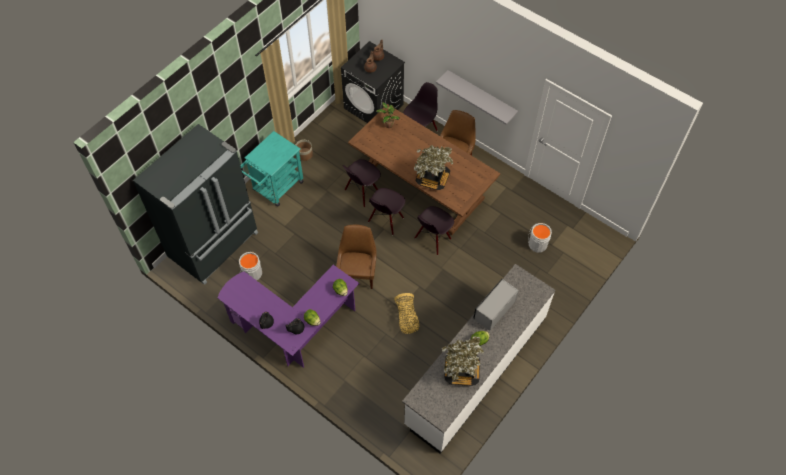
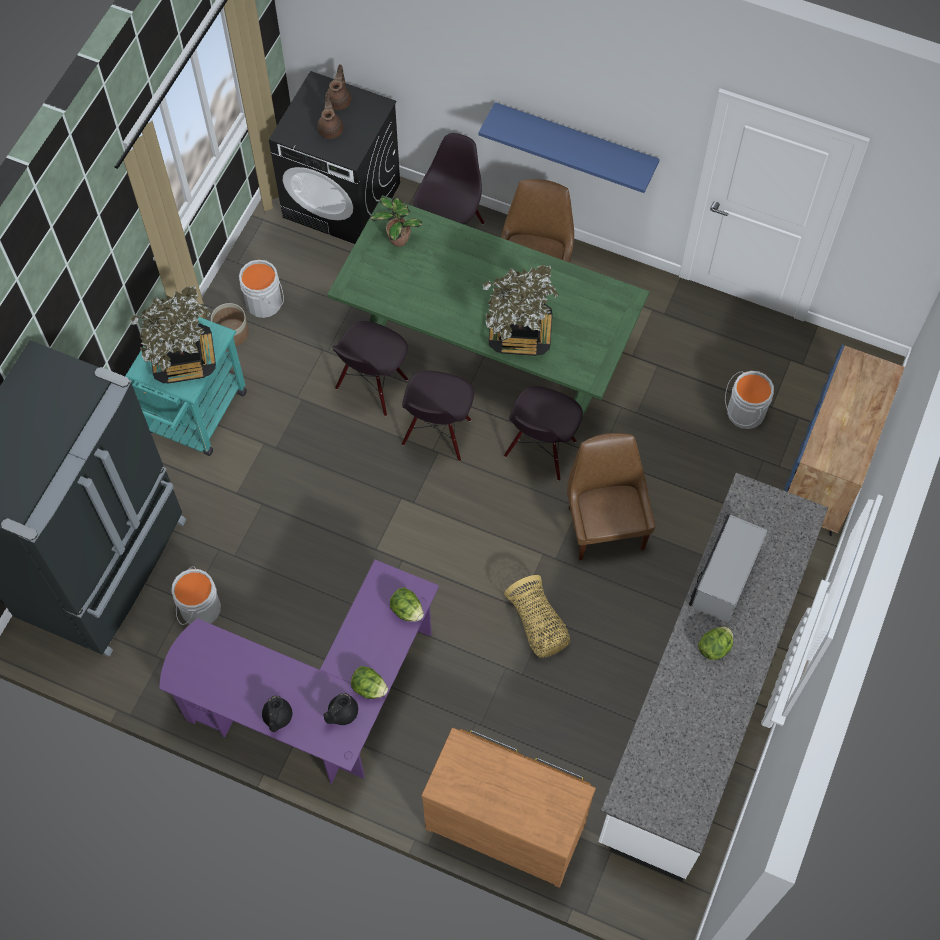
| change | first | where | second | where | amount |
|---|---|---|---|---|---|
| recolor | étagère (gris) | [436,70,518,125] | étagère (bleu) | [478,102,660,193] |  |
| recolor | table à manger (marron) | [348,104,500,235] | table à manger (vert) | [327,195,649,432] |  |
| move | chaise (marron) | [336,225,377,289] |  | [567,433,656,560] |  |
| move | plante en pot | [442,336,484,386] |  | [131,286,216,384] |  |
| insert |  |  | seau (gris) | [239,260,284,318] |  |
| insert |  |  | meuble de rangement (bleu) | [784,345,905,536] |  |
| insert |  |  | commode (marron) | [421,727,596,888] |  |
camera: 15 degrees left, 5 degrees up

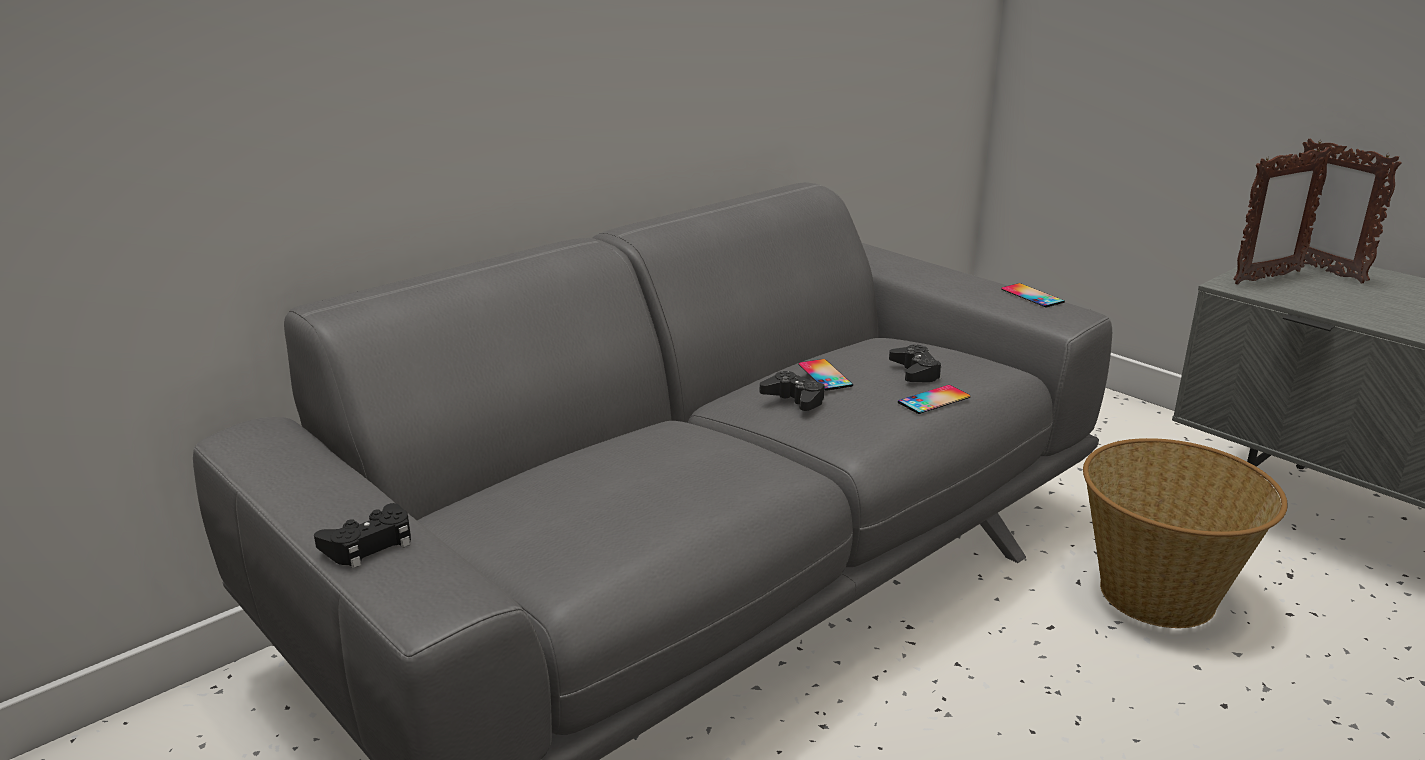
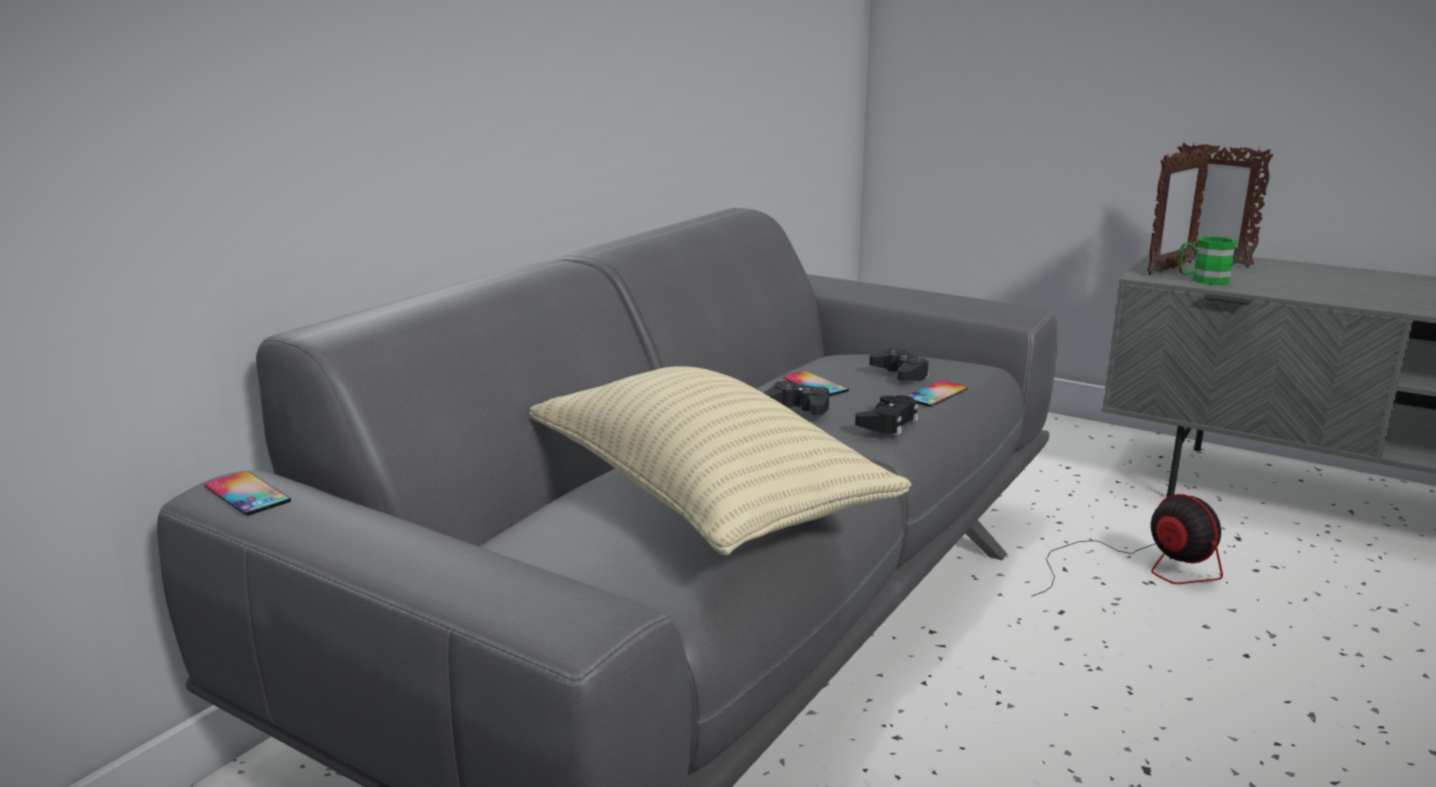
| change | first | where | second | where | amount |
|---|---|---|---|---|---|
| move | téléphone | [1001,283,1065,307] |  | [204,471,291,515] |  |
| replace | panier | [1083,438,1288,628] | ventilateur | [1032,494,1223,596] |  |
| move | manette (noir) | [314,503,411,568] |  | [855,395,918,435] |  |
| insert |  |  | mug (vert) | [1178,236,1236,285] |  |
| insert |  |  | coussin (beige) | [530,366,912,555] |  |
camera: 15 degrees left, 5 degrees down

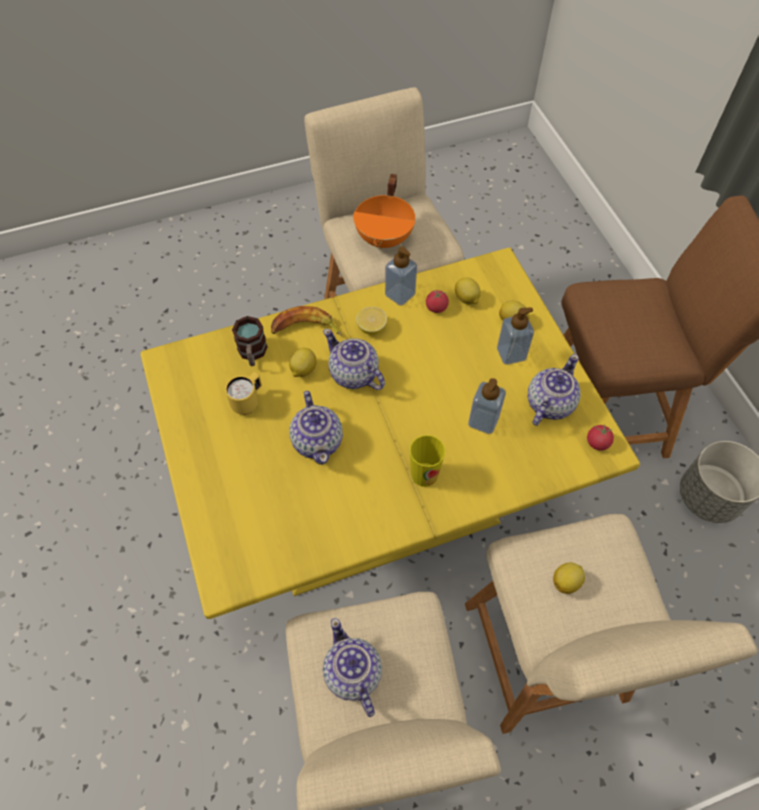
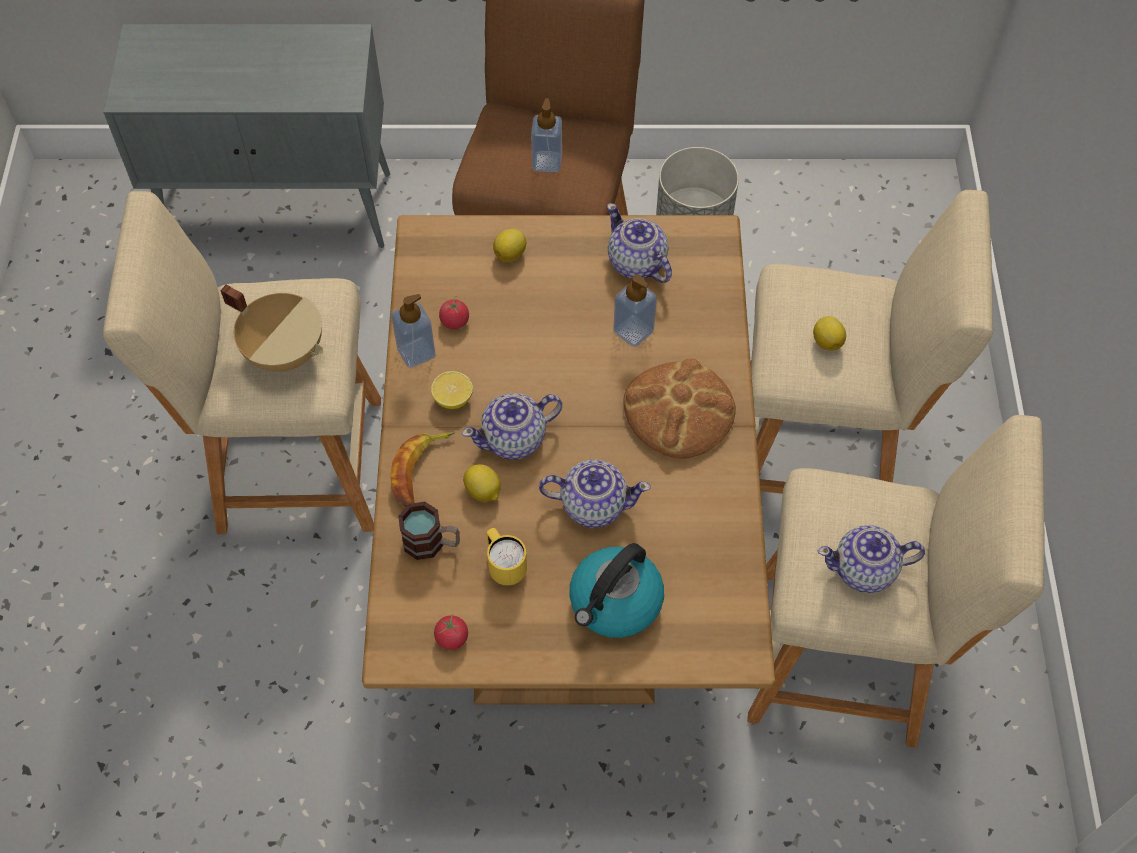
| change | first | where | second | where | amount |
|---|---|---|---|---|---|
| recolor | marmite (orange) | [353,174,415,249] | marmite (beige) | [220,284,323,372] |  |
| recolor | table à manger (jaune) | [140,248,640,619] | table à manger (marron) | [362,215,775,705] |  |
| delete | citron | [455,277,481,304] |  |  |  |
| move | distributeur de savon | [497,307,534,365] |  | [531,98,562,173] |  |
| move | tomate | [587,424,614,451] |  | [434,614,468,650] |  |
| replace | tasse | [410,435,445,487] | pain | [623,358,736,459] |  |
| insert |  |  | meuble de rangement (gris) | [103,24,390,248] |  |
| insert |  |  | bouilloire | [569,543,664,638] |  |
camera: 70 degrees left, 0 degrees up

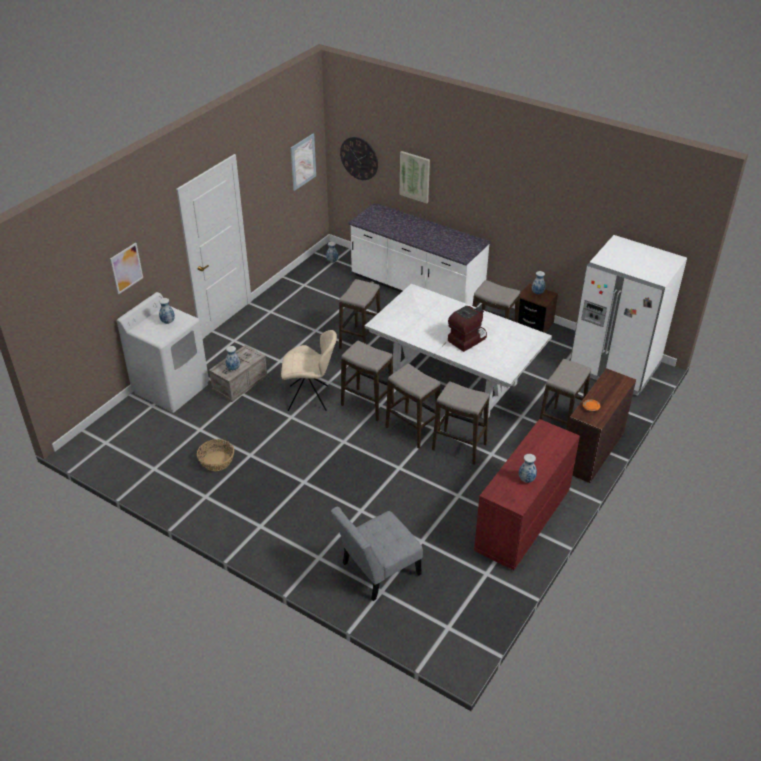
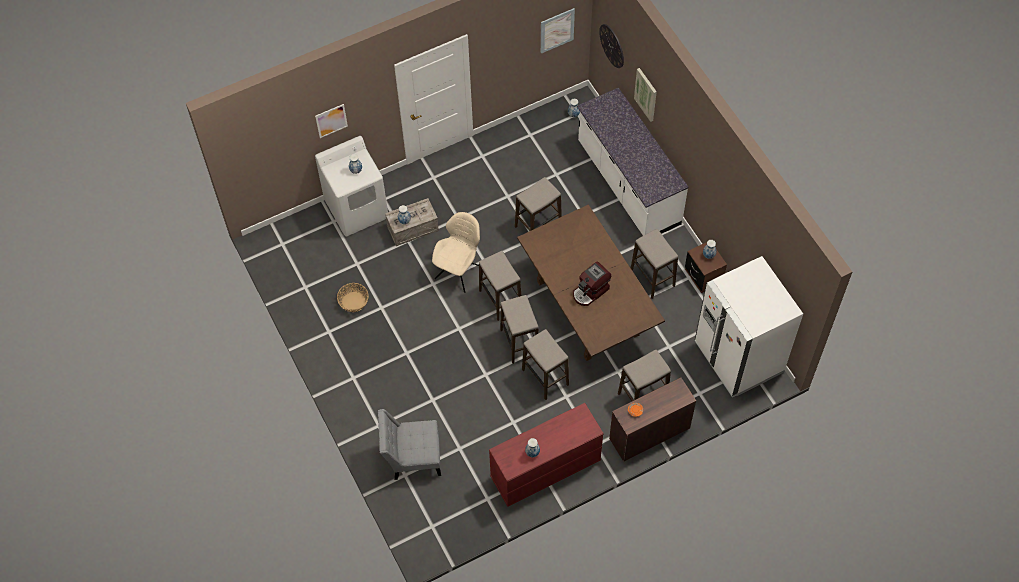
| change | first | where | second | where | amount |
|---|---|---|---|---|---|
| recolor | table à manger (blanc) | [365,284,552,418] | table à manger (marron) | [517,204,665,361] |  |
| rotate | machine à café | [448,306,487,352] |  | [573,261,611,306] | 150 degrees clockwise |
| rotate | chaise (beige) | [281,330,337,411] |  | [432,212,480,293] | 90 degrees counterclockwise |
camera: 30 degrees right, 20 degrees up

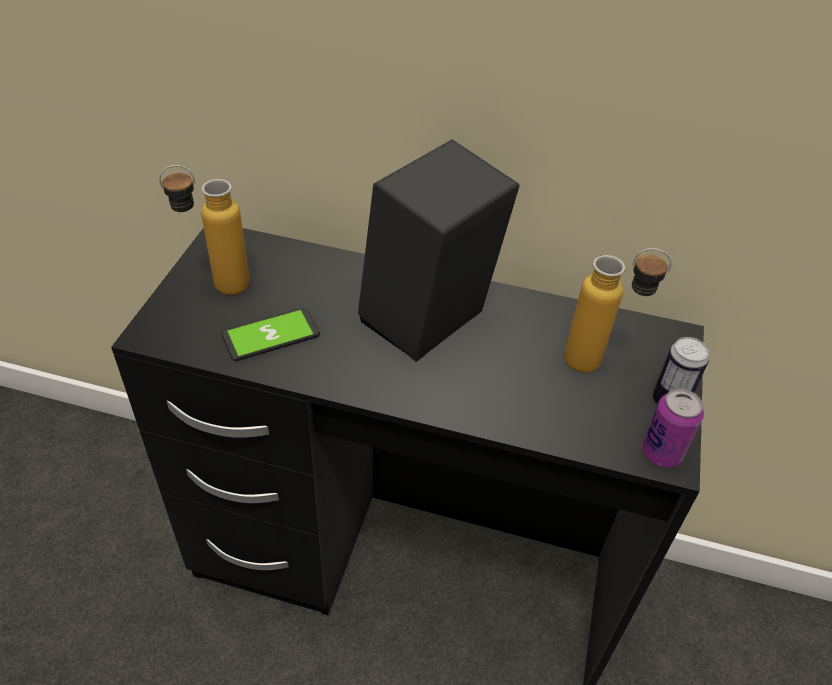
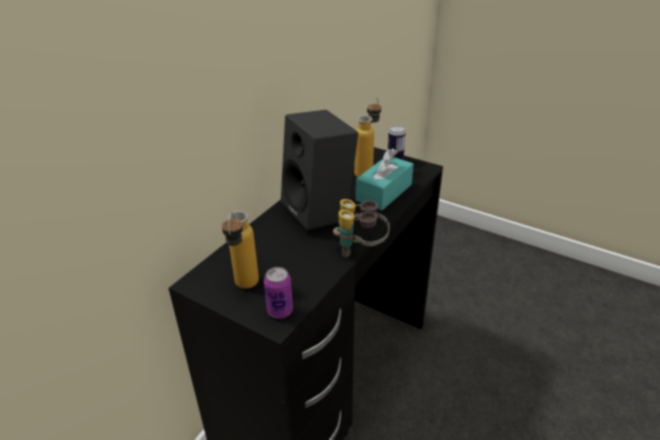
| change | first | where | second | where | amount |
|---|---|---|---|---|---|
| delete | téléphone | [222,308,320,361] |  |  |  |
| move | boîte métallique | [642,388,704,468] |  | [264,267,293,319] |  |
| insert |  |  | boîte à mouchoirs (turquoise) | [356,148,413,211] |  |
| insert |  |  | jumelles | [333,199,389,258] |  |
camera: 70 degrees left, 10 degrees down

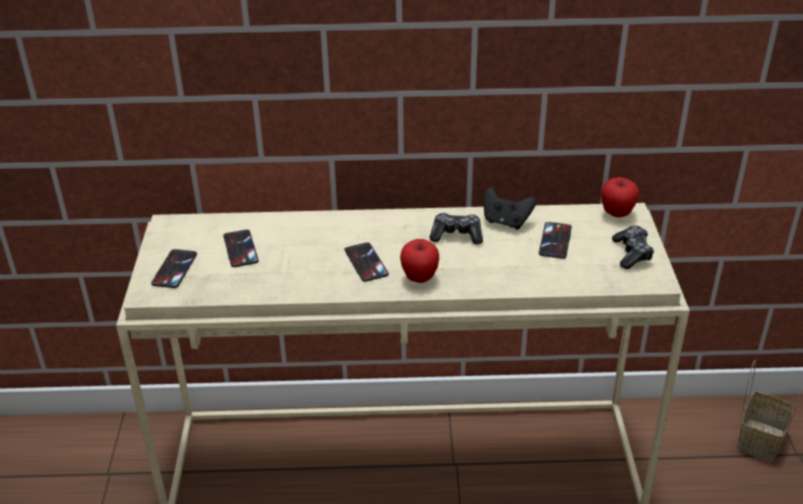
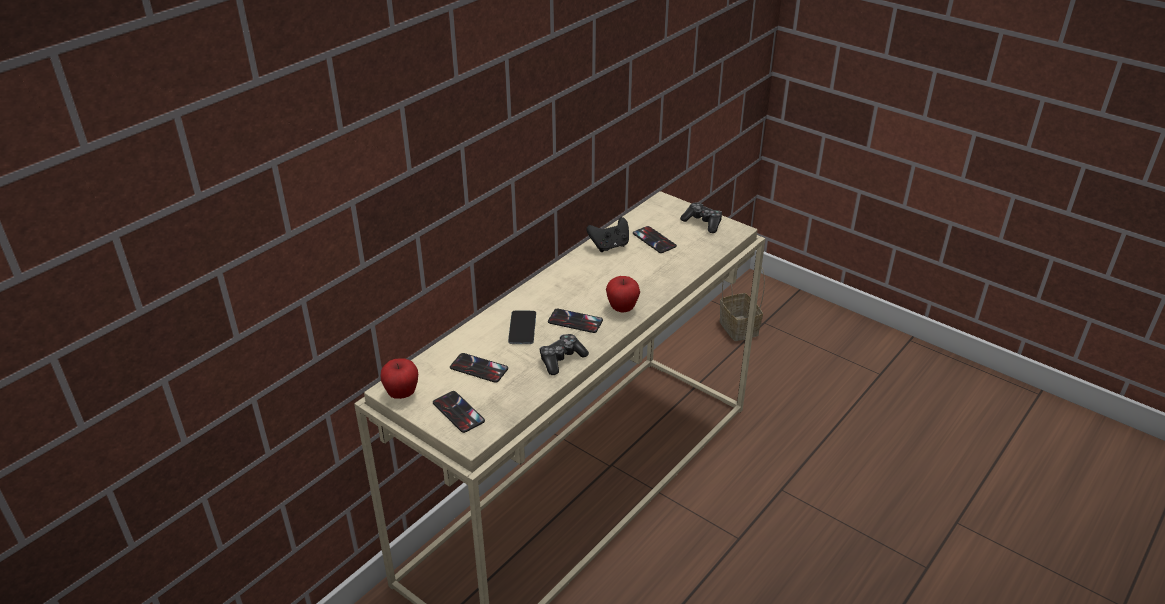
| change | first | where | second | where | amount |
|---|---|---|---|---|---|
| move | pomme | [601,177,639,217] |  | [381,358,418,399] |  |
| move | manette | [429,213,483,245] |  | [539,334,589,375] |  |
| insert |  |  | téléphone | [508,310,536,344] |  |
camera: 50 degrees left, 0 degrees up

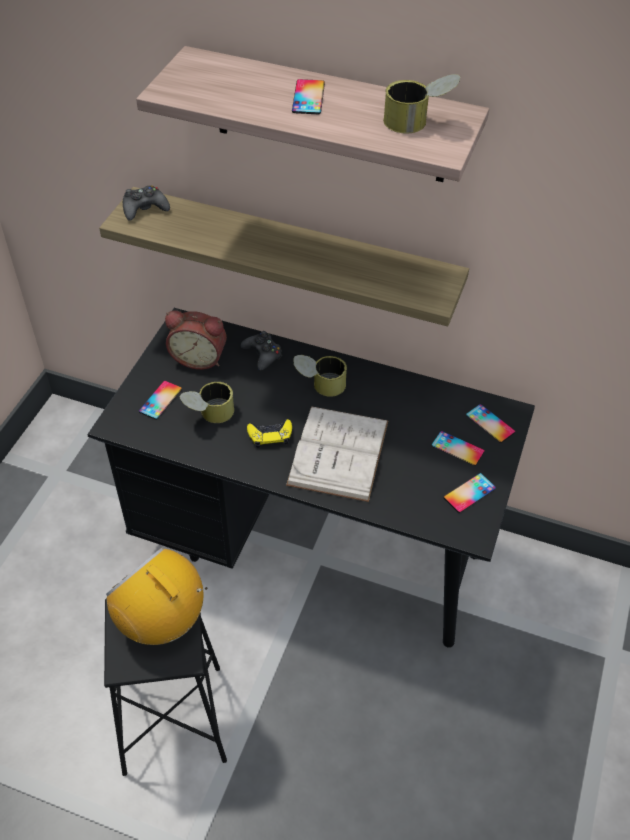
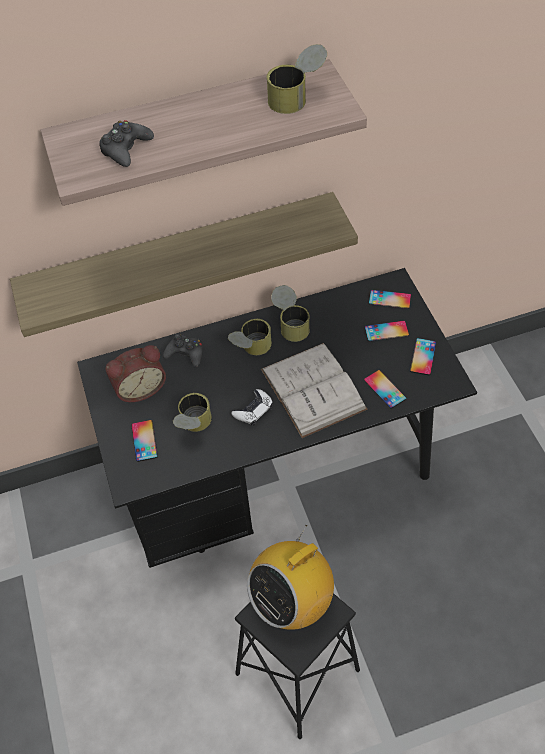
| change | first | where | second | where | amount |
|---|---|---|---|---|---|
| move | téléphone | [292,79,325,114] |  | [364,370,406,409] |  |
| move | manette (noir) | [123,185,170,221] |  | [99,120,154,167] |  |
| recolor | manette (jaune) | [247,419,292,448] | manette (blanc) | [232,389,273,426] |  |
| rotate | radio | [106,548,208,645] |  | [247,525,334,630] | 45 degrees counterclockwise |
| insert |  |  | boîte métallique | [271,285,310,342] |  |
camera: 35 degrees left, 5 degrees up

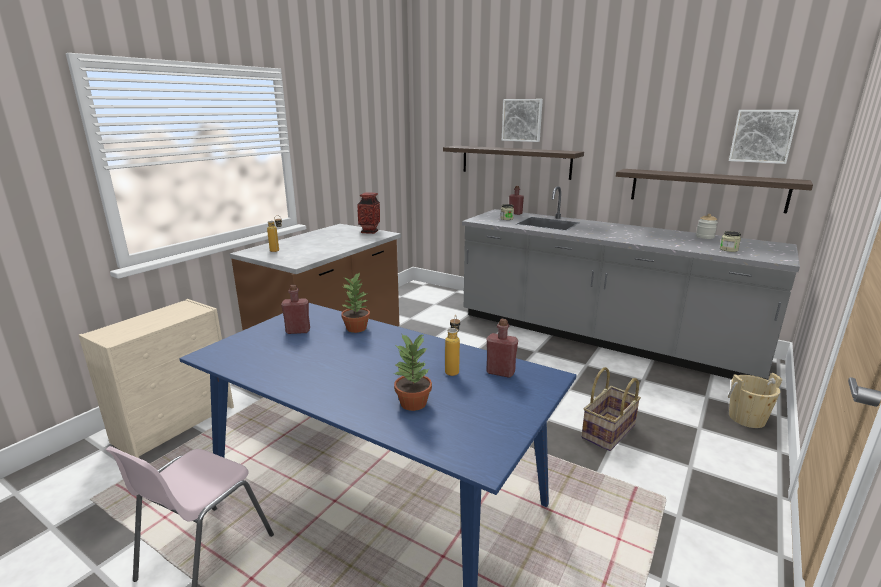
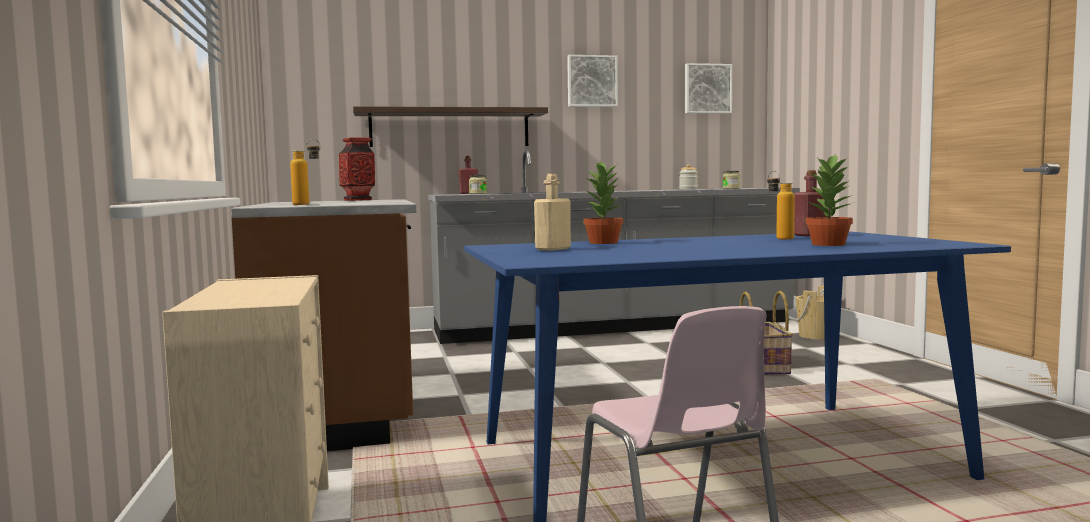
| change | first | where | second | where | amount |
|---|---|---|---|---|---|
| move | tableau | [502,99,543,142] |  | [567,55,618,107] |  |
| delete | étagère | [616,169,813,213] |  |  |  |
| recolor | bouteille (rouge) | [281,285,310,334] | bouteille (beige) | [534,174,571,251] |  |
camera: 45 degrees left, 15 degrees down

